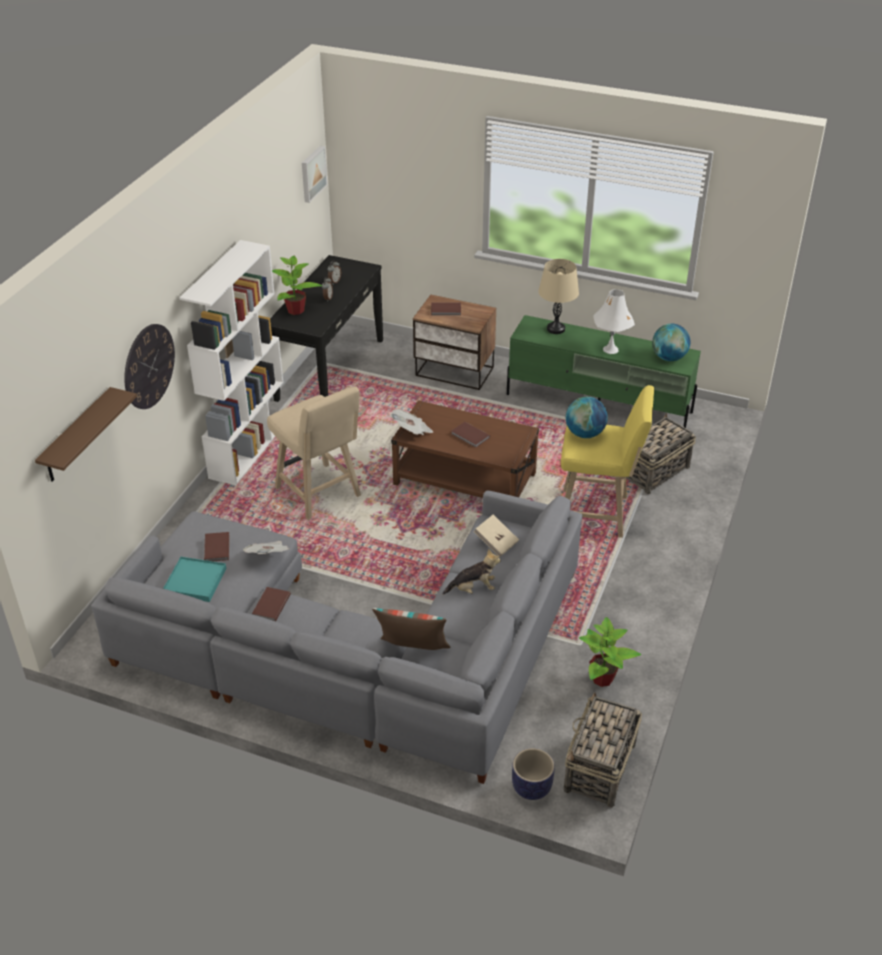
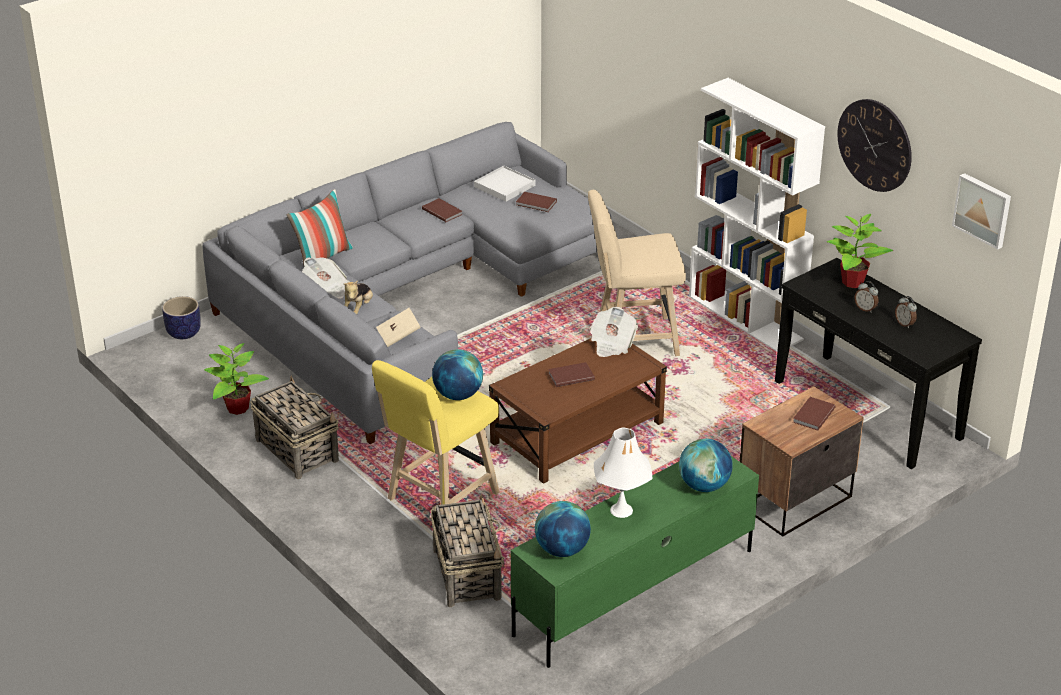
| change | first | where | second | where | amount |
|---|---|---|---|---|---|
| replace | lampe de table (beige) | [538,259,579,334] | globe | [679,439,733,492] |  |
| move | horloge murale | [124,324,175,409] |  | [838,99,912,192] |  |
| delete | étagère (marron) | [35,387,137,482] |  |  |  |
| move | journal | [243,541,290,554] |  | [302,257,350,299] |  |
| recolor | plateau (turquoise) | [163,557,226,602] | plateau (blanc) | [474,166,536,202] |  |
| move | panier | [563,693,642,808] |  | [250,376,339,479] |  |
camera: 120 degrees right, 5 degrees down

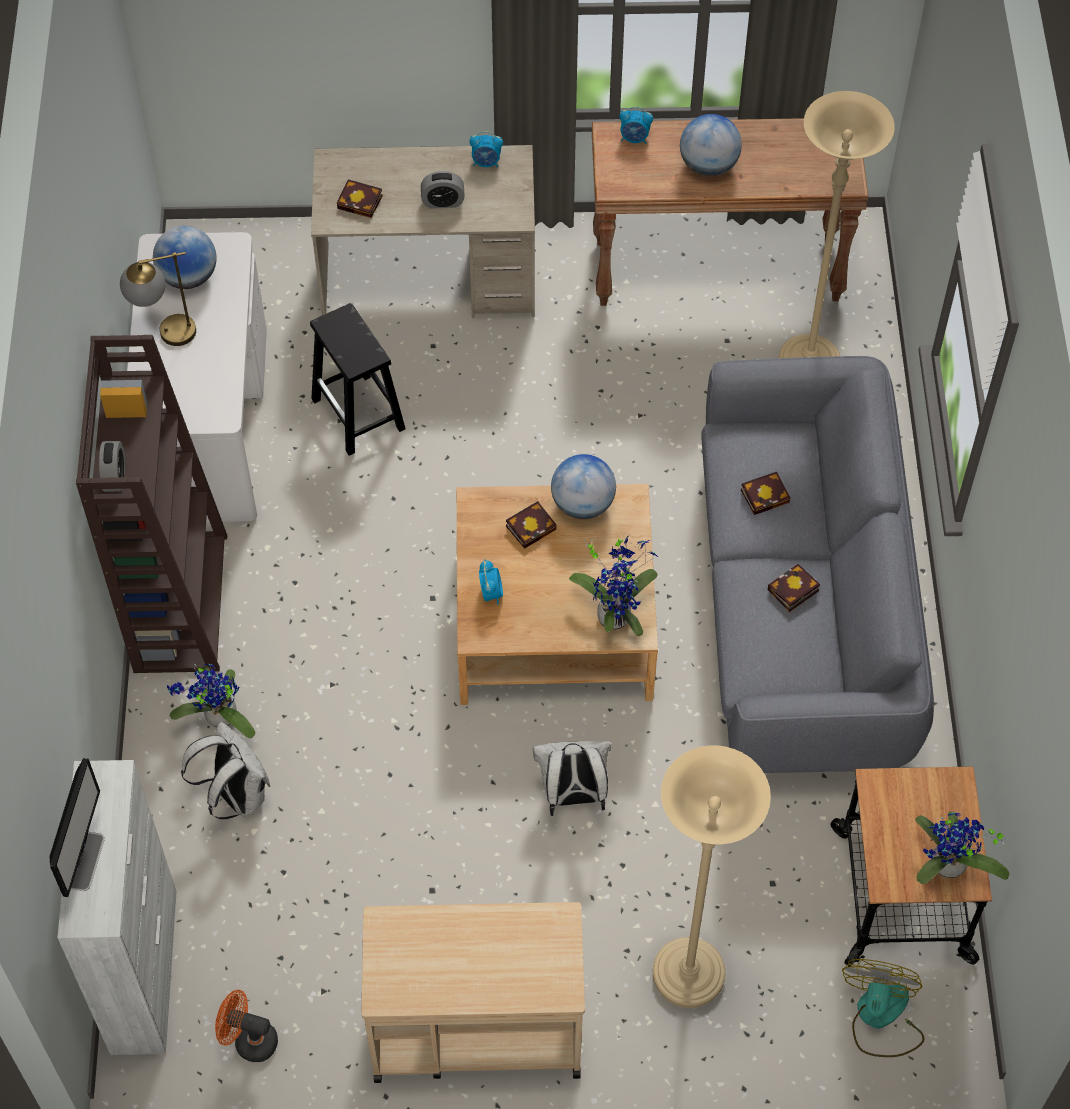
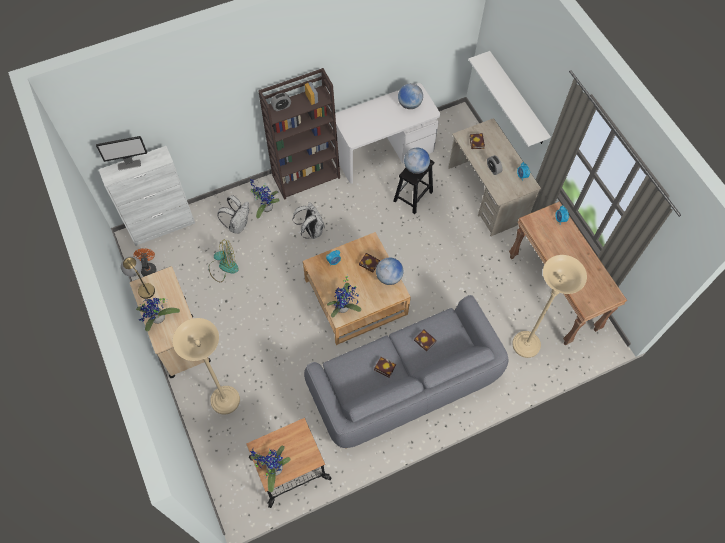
| change | first | where | second | where | amount |
|---|---|---|---|---|---|
| move | globe | [680,114,742,177] |  | [404,148,430,174] |  |
| move | lampe de table | [120,252,196,346] |  | [121,256,155,299] |  |
| move | sac à dos (blanc) | [533,741,611,816] |  | [292,202,325,239] |  |
| move | ventilateur | [842,959,925,1057] |  | [209,240,239,282] |  |
| insert |  |  | étagère (blanc) | [468,51,551,147] |  |
| insert |  |  | plante en pot | [136,298,180,332] |  |
camera: 65 degrees right, 5 degrees up

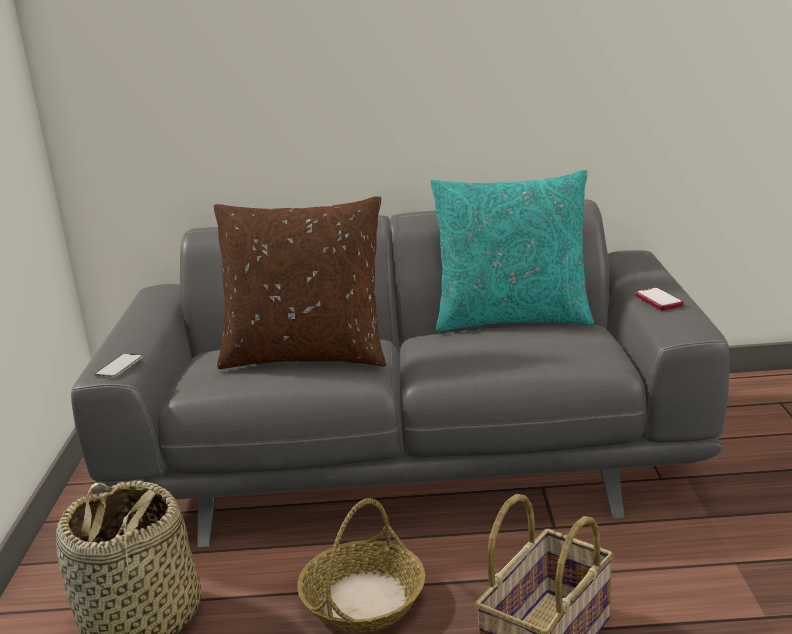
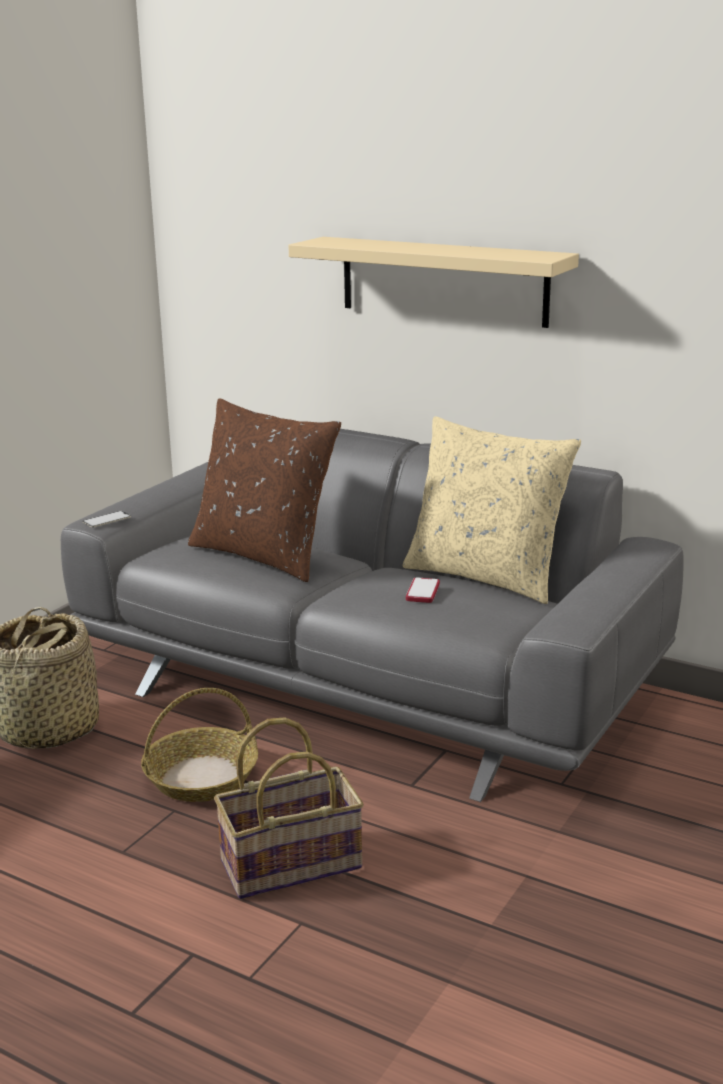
| change | first | where | second | where | amount |
|---|---|---|---|---|---|
| recolor | coussin (turquoise) | [431,170,594,332] | coussin (beige) | [403,416,581,604] |  |
| move | téléphone | [636,288,683,311] |  | [406,577,440,603] |  |
| insert |  |  | étagère (beige) | [288,237,579,328] |  |
camera: 30 degrees right, 0 degrees up

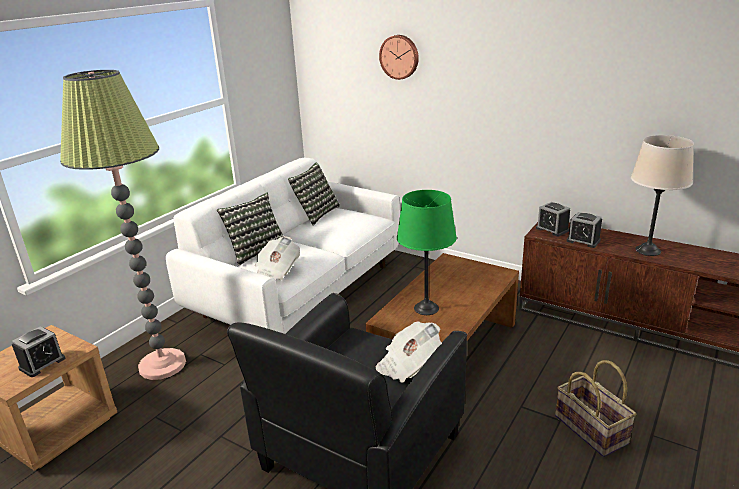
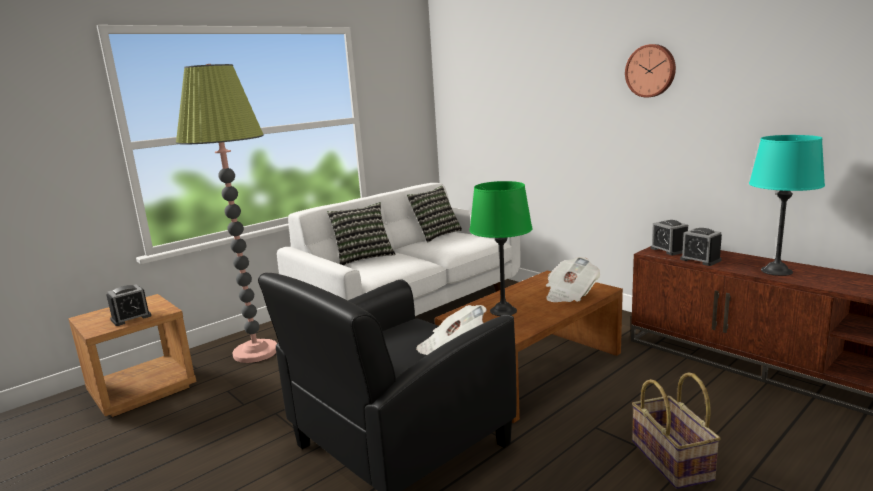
| change | first | where | second | where | amount |
|---|---|---|---|---|---|
| move | horloge murale | [379,35,419,80] |  | [625,44,676,98] |  |
| recolor | lampe de table (beige) | [631,135,694,256] | lampe de table (turquoise) | [749,135,825,276] |  |
| move | journal | [255,236,300,280] |  | [546,257,600,302] |  |
camera: 15 degrees right, 10 degrees down

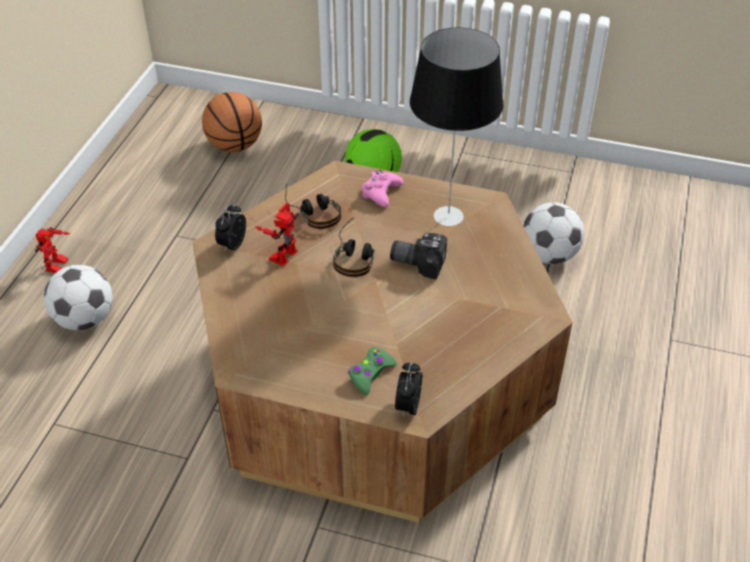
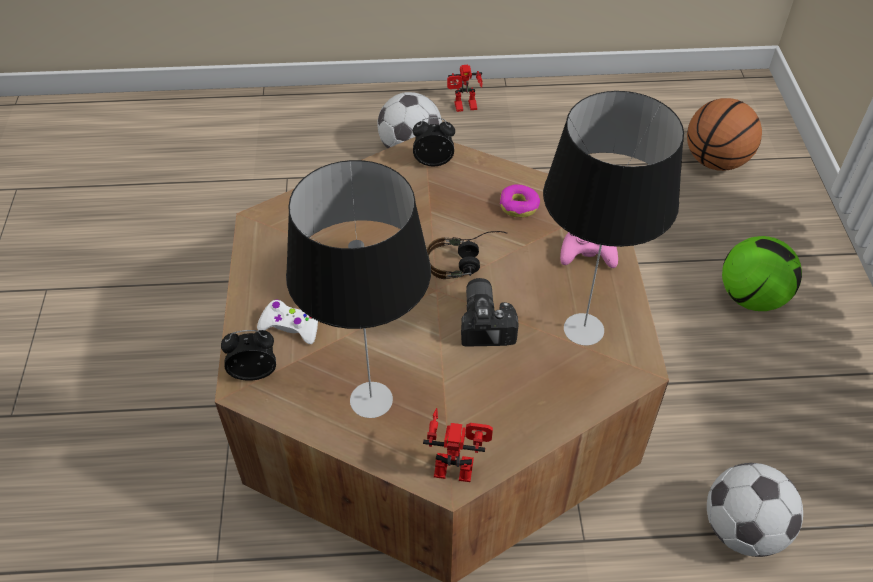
| change | first | where | second | where | amount |
|---|---|---|---|---|---|
| replace | casque audio | [285,184,341,229] | beignet | [500,184,540,218] |  |
| move | robot jouet | [255,203,299,266] |  | [423,408,493,482] |  |
| recolor | manette (vert) | [348,347,397,395] | manette (blanc) | [257,300,318,344] |  |
| insert |  |  | lampe de table | [286,160,431,418] |  |
camera: 70 degrees right, 5 degrees up

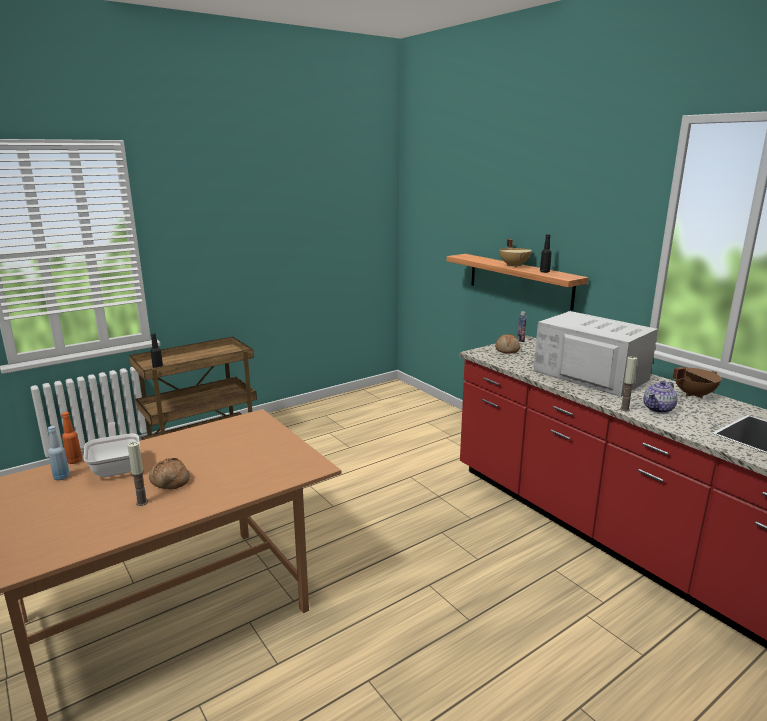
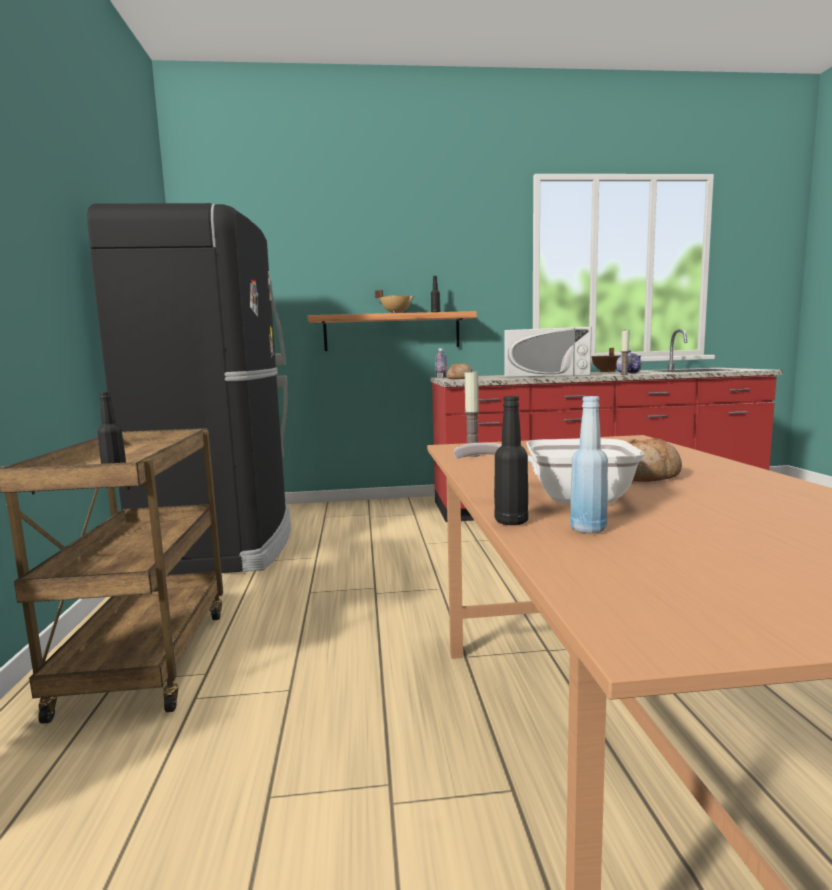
| change | first | where | second | where | amount |
|---|---|---|---|---|---|
| rotate | micro-ondes (blanc) | [534,311,658,397] |  | [504,327,592,377] | 150 degrees counterclockwise |
| recolor | bouteille (orange) | [62,412,82,464] | bouteille (noir) | [494,396,528,525] |  |
| move | bougie | [127,442,148,506] |  | [464,369,480,457] |  |
| insert |  |  | réfrigérateur (noir) | [87,203,291,575] |  |
camera: 60 degrees left, 10 degrees down

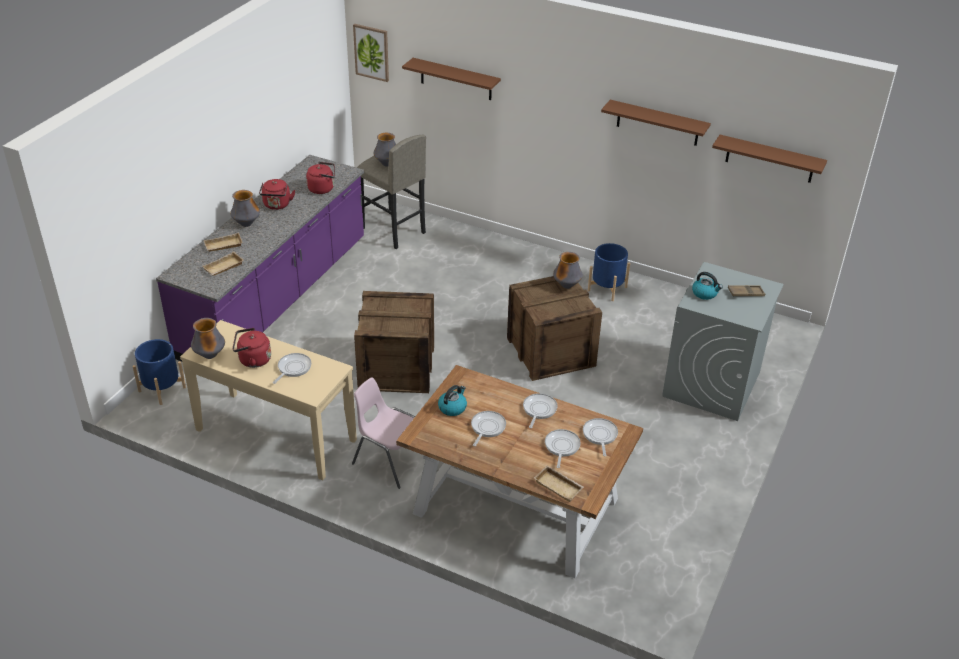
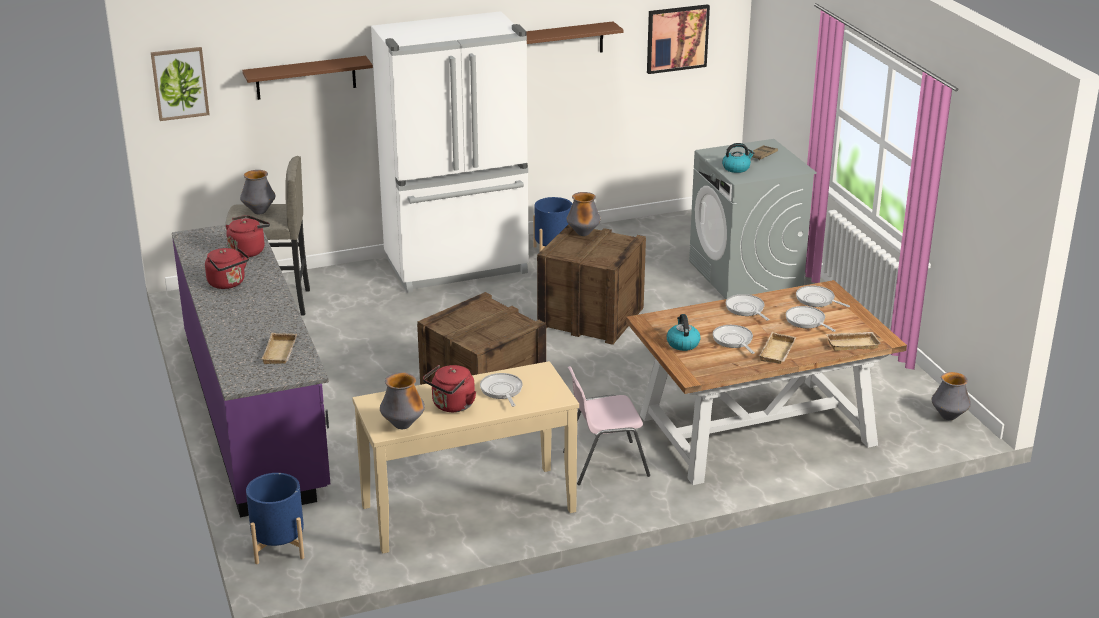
| change | first | where | second | where | amount |
|---|---|---|---|---|---|
| replace | étagère (marron) | [712,135,827,183] | tableau | [647,4,710,74] |  |
| move | vase | [230,190,260,227] |  | [932,372,971,421] |  |
| move | plateau (beige) | [203,232,243,252] |  | [759,332,796,364] |  |
| insert |  |  | réfrigérateur (blanc) | [371,11,529,293] |  |
camera: 45 degrees left, 10 degrees down

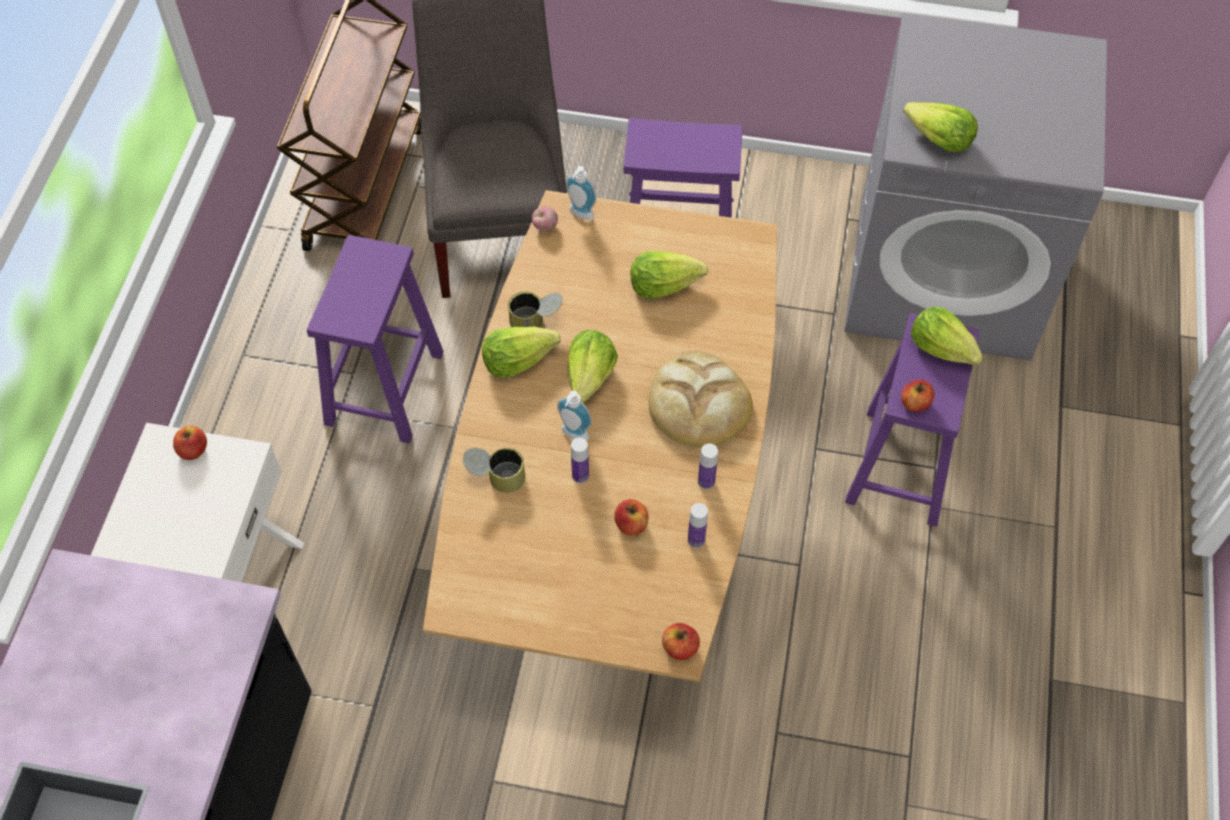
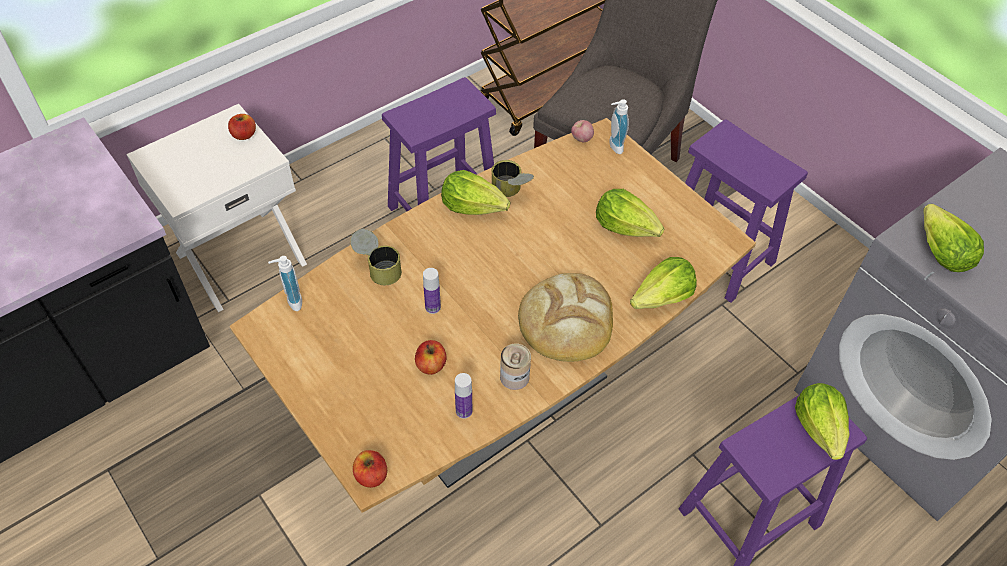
| change | first | where | second | where | amount |
|---|---|---|---|---|---|
| move | laitue | [567,330,618,404] |  | [630,257,697,309] |  |
| delete | pomme | [901,380,935,412] |  |  |  |
| move | distributeur de savon | [557,390,592,441] |  | [268,256,302,311] |  |
| replace | bouteille | [698,444,718,489] | boîte métallique | [500,343,531,390] |  |
camera: 40 degrees right, 5 degrees down

